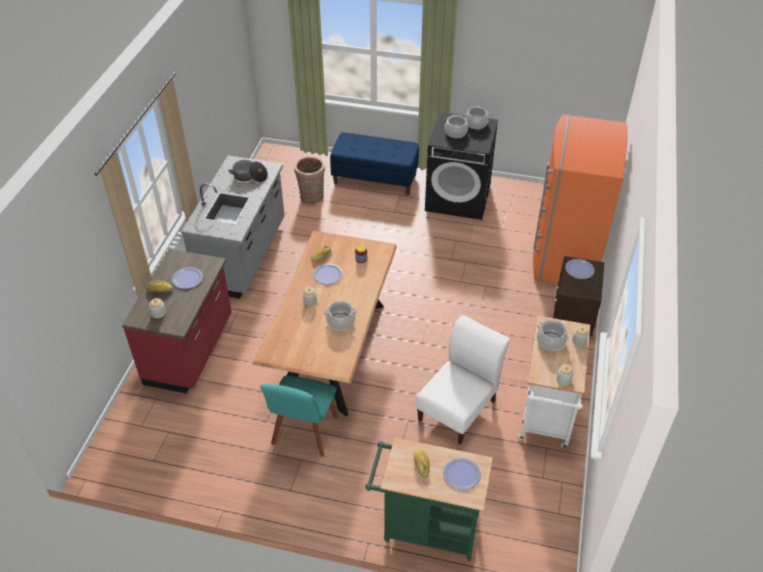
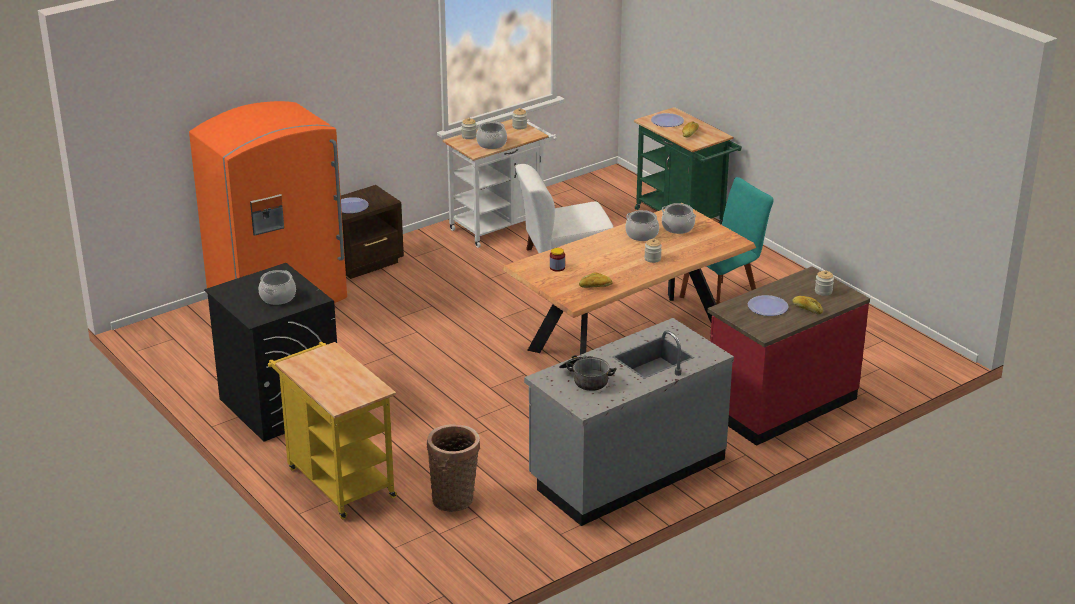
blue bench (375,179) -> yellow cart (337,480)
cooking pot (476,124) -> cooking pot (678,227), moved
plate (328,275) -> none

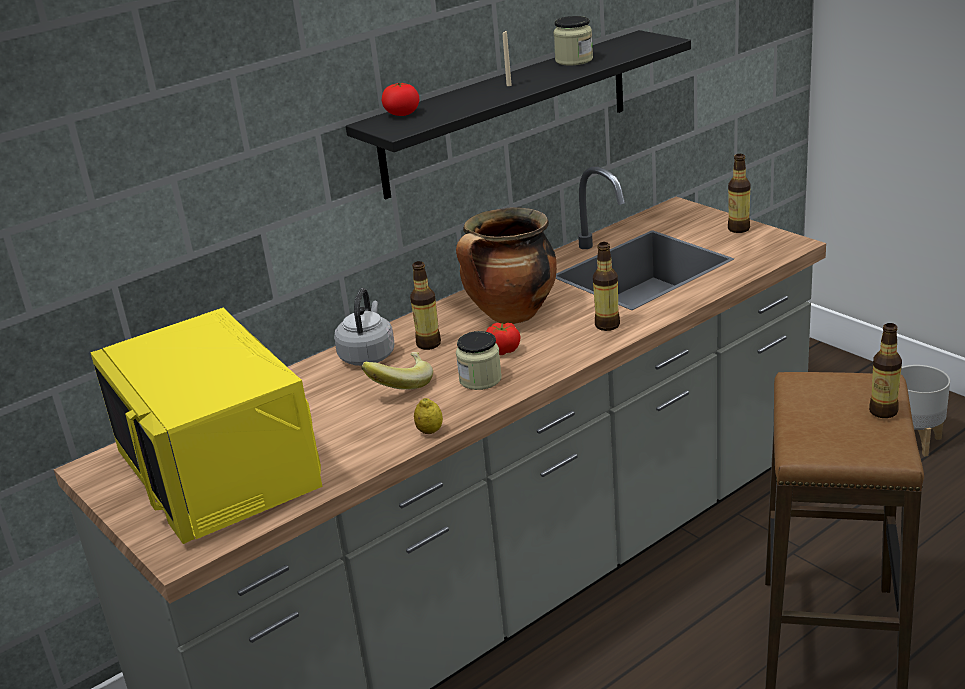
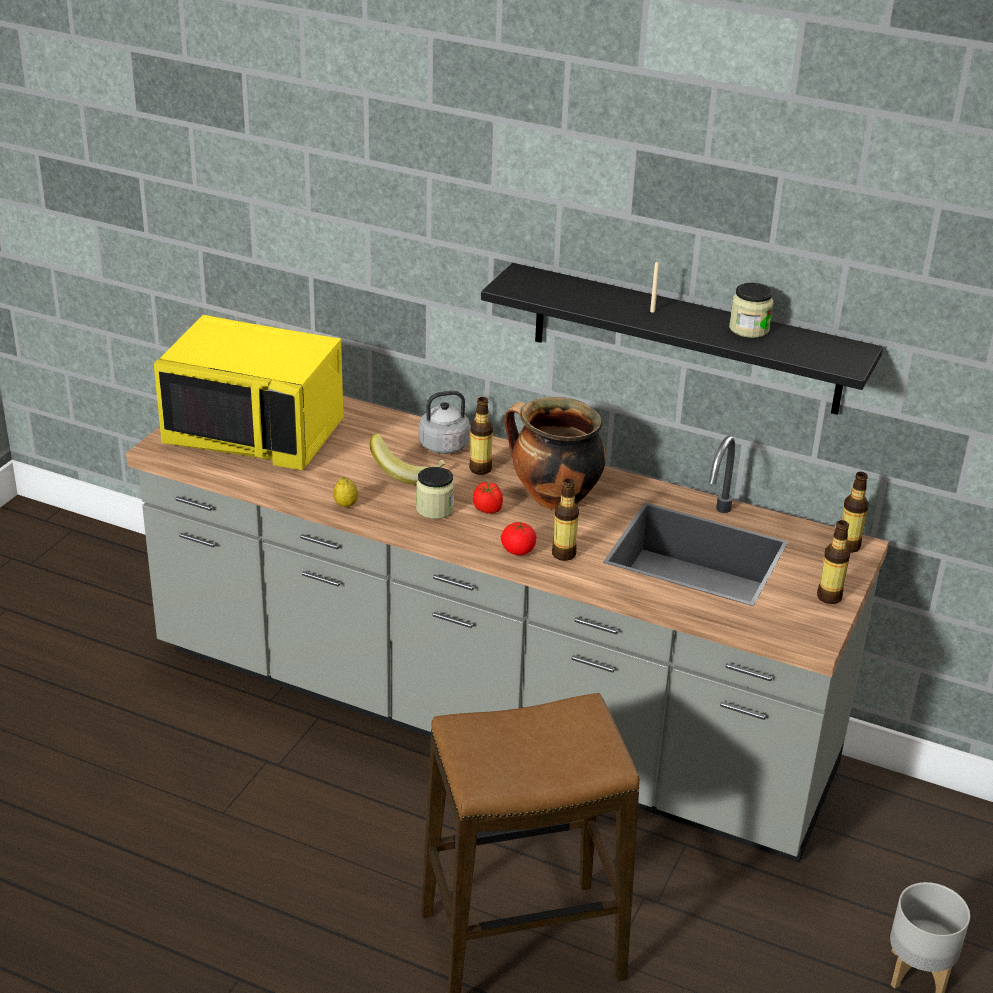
yellow microwave (222,472) -> yellow microwave (256,432), 105 degrees counterclockwise
tomato (402,114) -> tomato (518,550), moved
bottle (883,411) -> bottle (848,546), moved

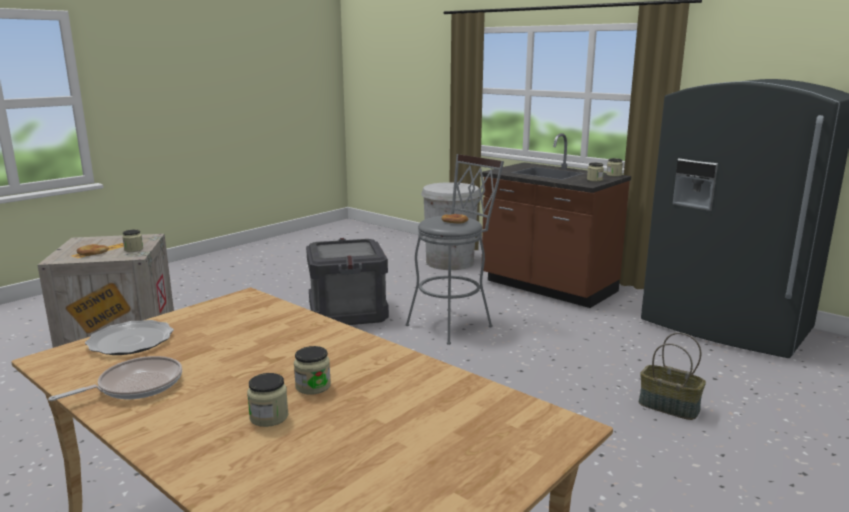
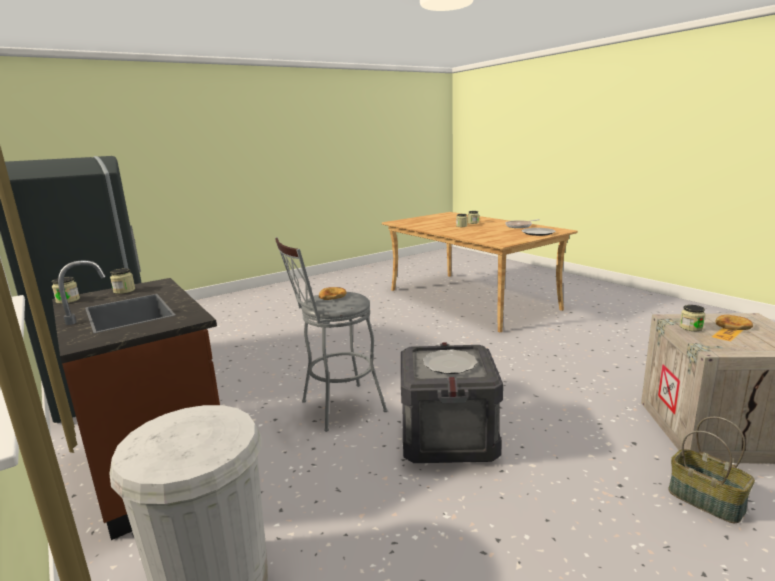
none -> plate (449,364)
basket (668,407) -> basket (706,500), moved

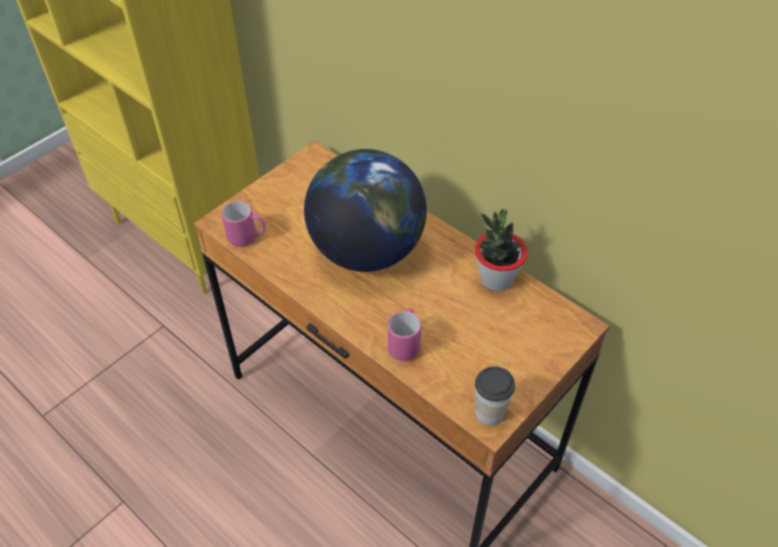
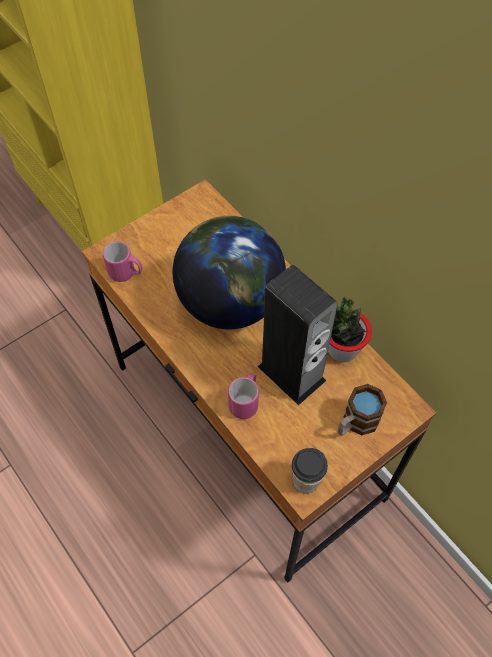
none -> speaker (291,373)
none -> mug (355,423)

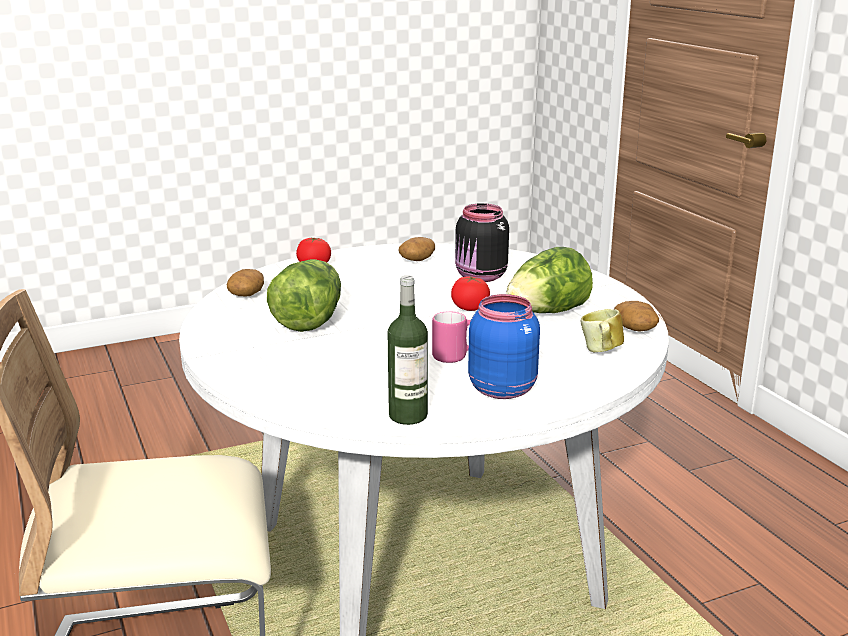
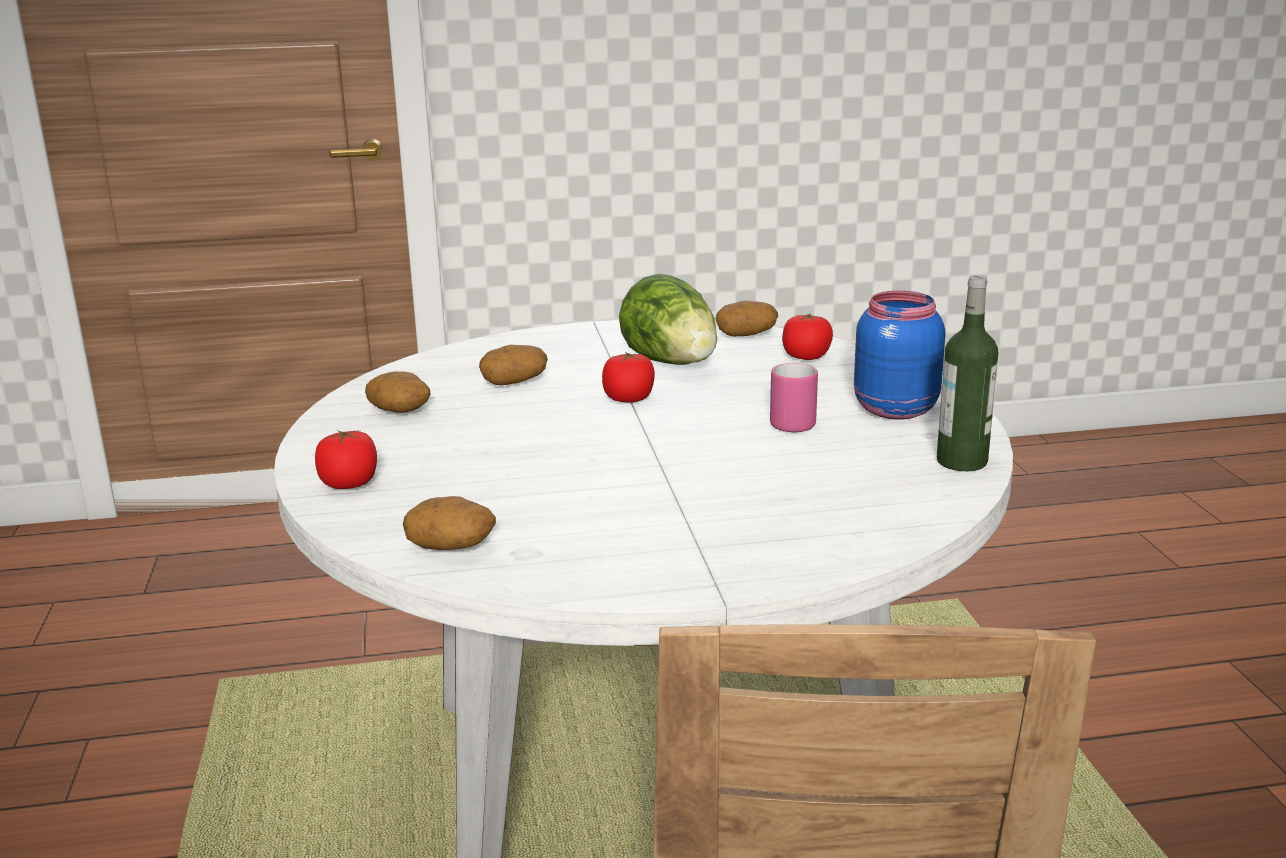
black jar (480,277) -> potato (514,381)
mug (600,352) -> tomato (806,356)
lettuce (310,320) -> none

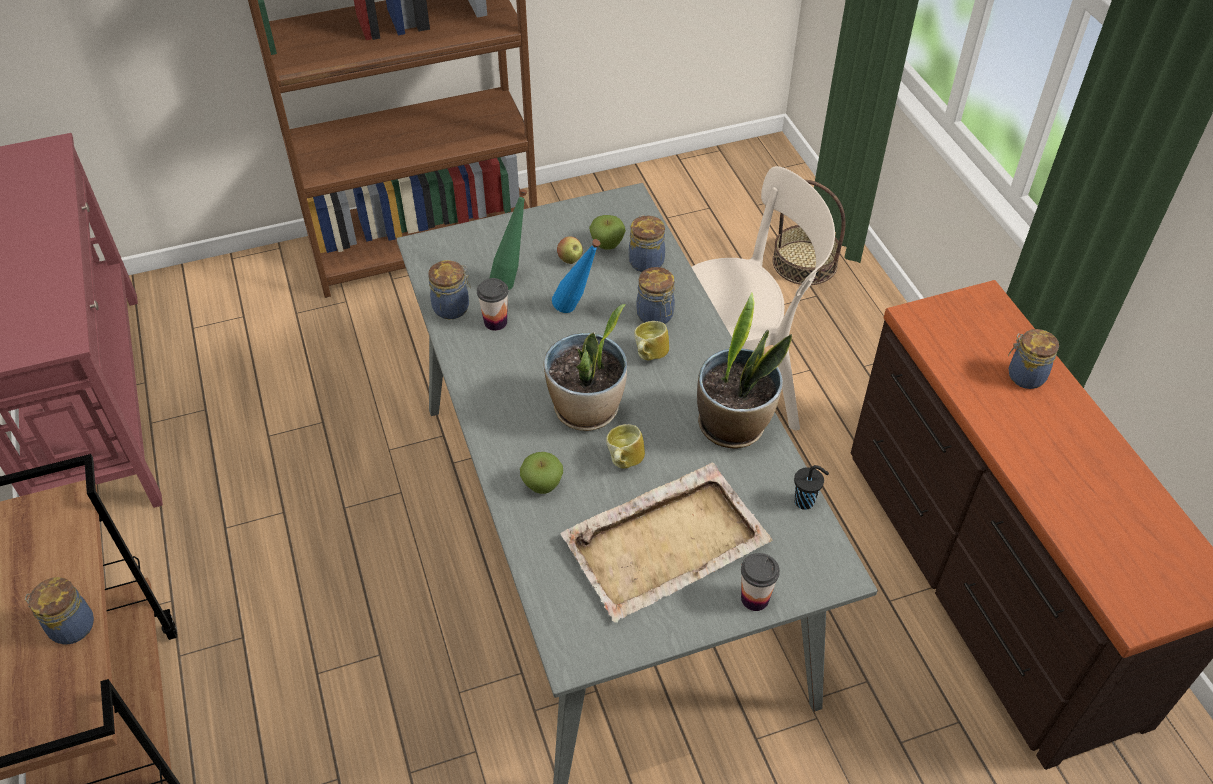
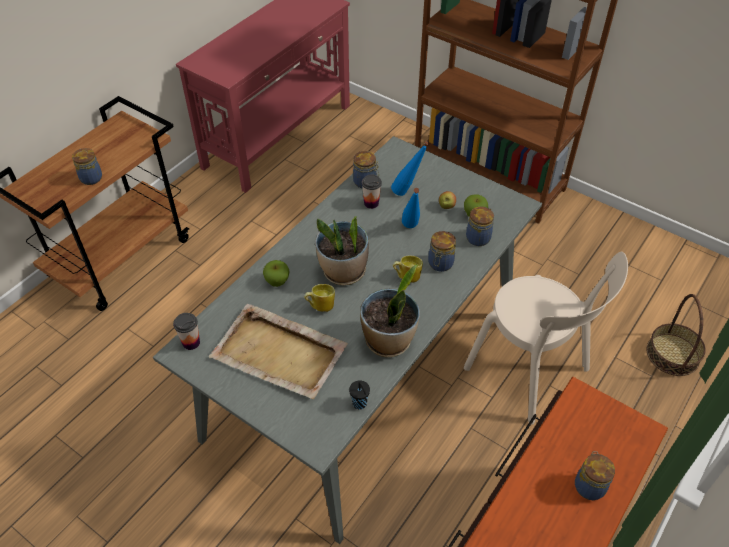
cup (755,598) -> cup (191,342), moved
green bottle (512,279) -> blue bottle (408,192)

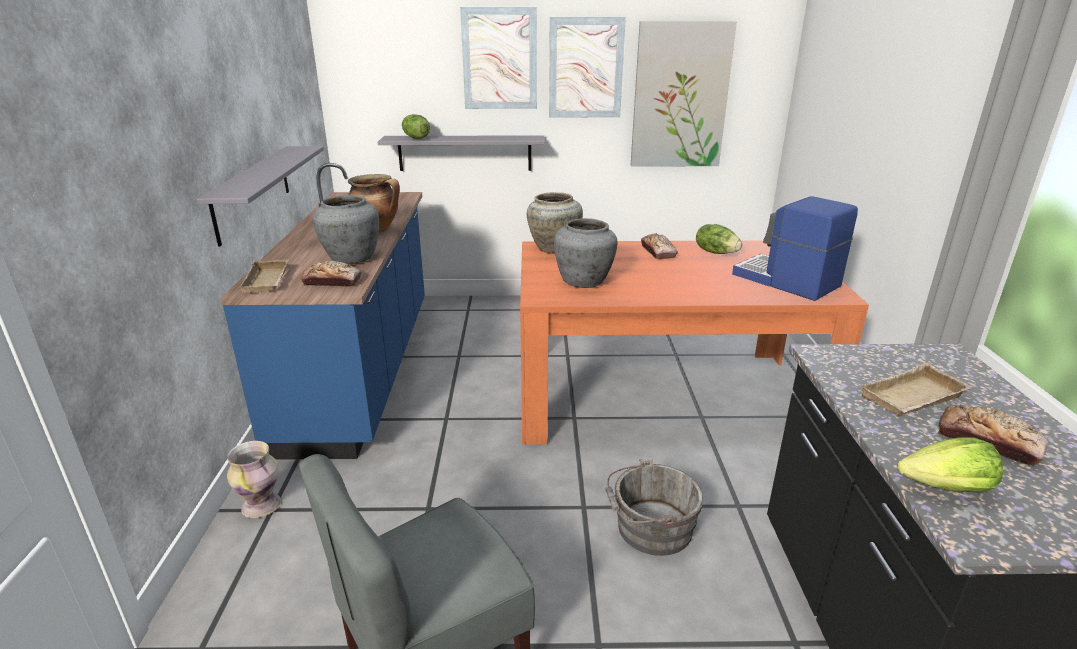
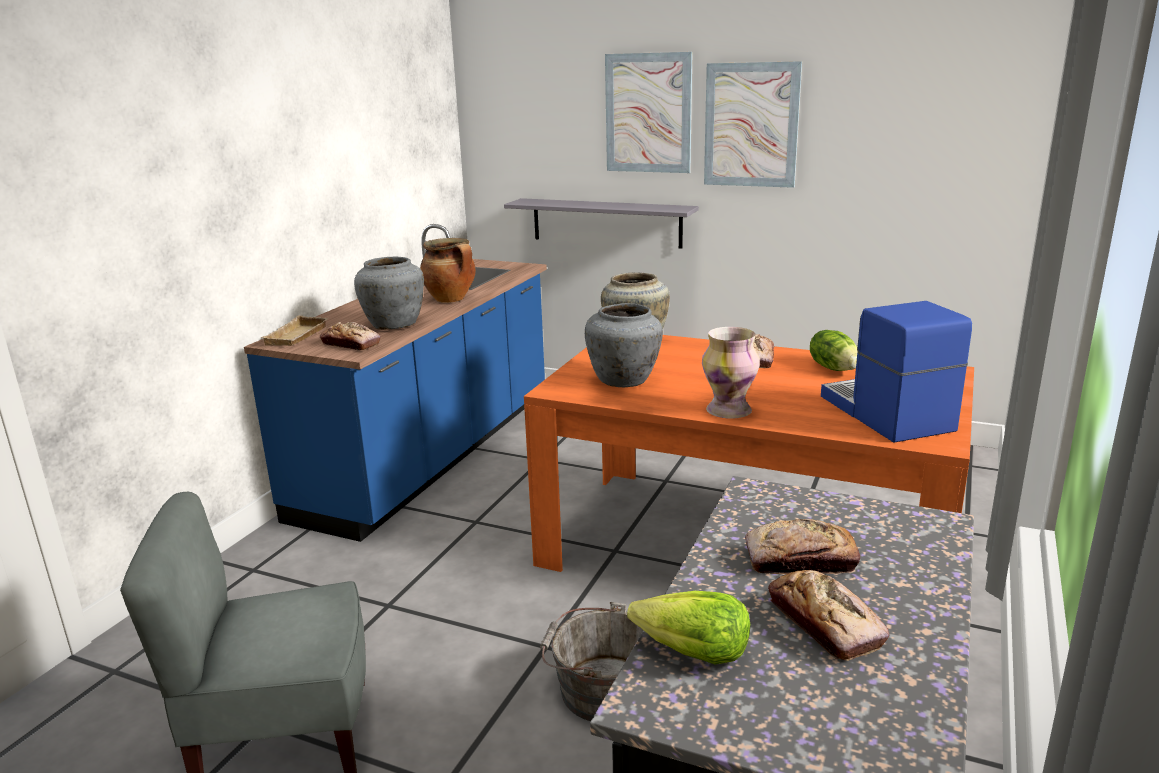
vase (261,505) -> vase (729,411), moved
beige tray (913,399) -> bread (800,560)
grey shelf (252,192) -> none
lettuce (415,138) -> none
picture (680,96) -> none

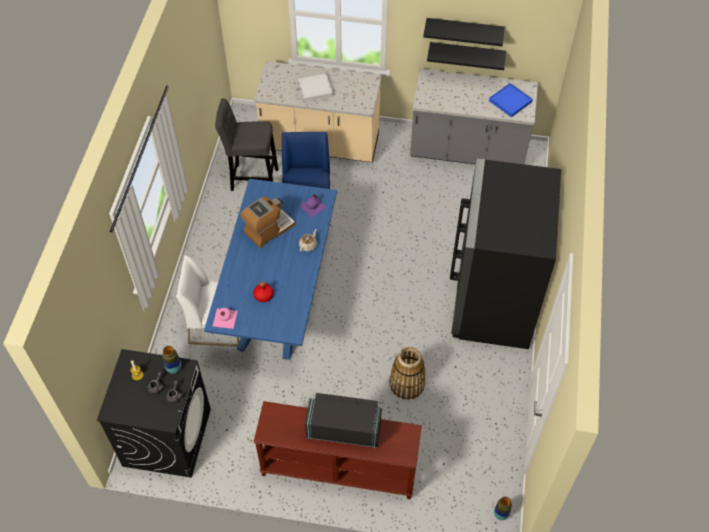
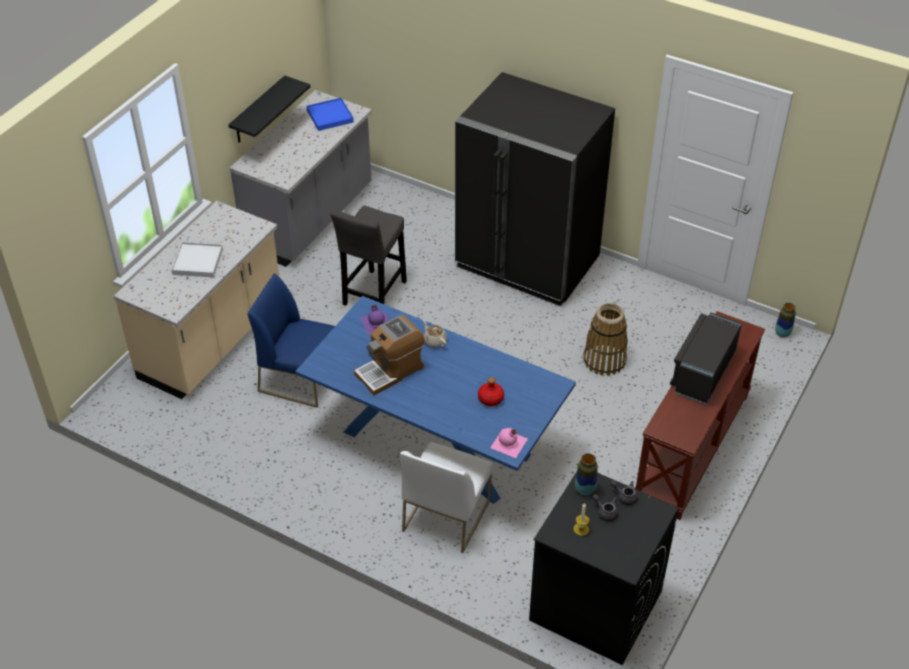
grey stool (251,178) -> grey stool (373,296), moved
coffee machine (268,229) -> coffee machine (390,371), 105 degrees counterclockwise
black shelf (464,31) -> none

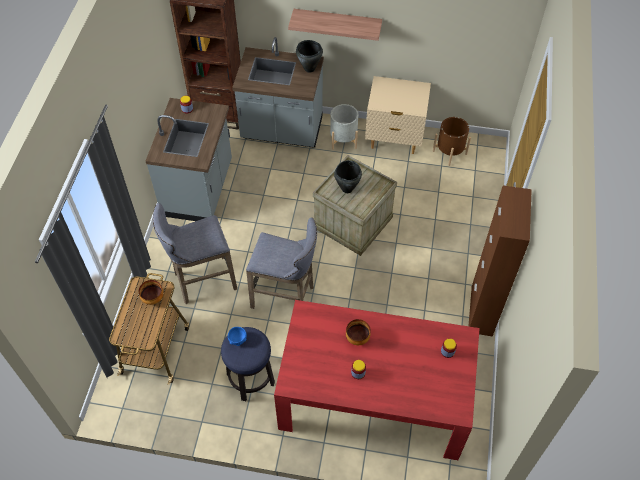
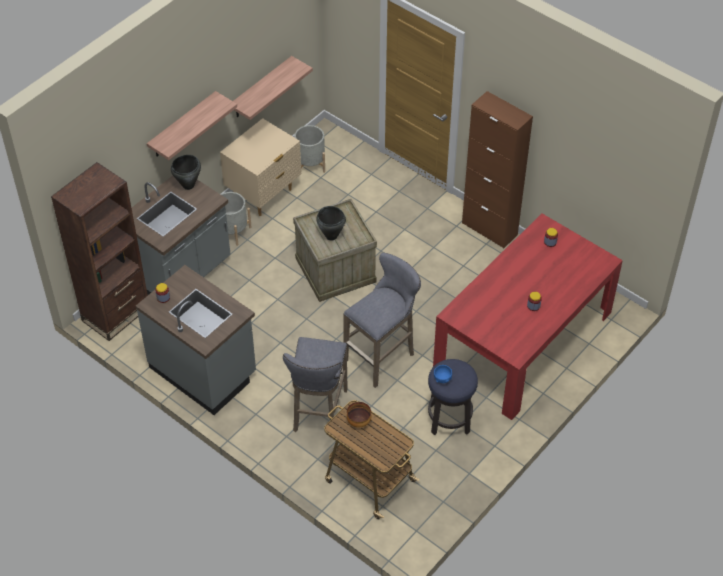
none -> shelf (261,88)
brown planter (449,152) -> grey planter (310,164)
bowl (357,338) -> none

